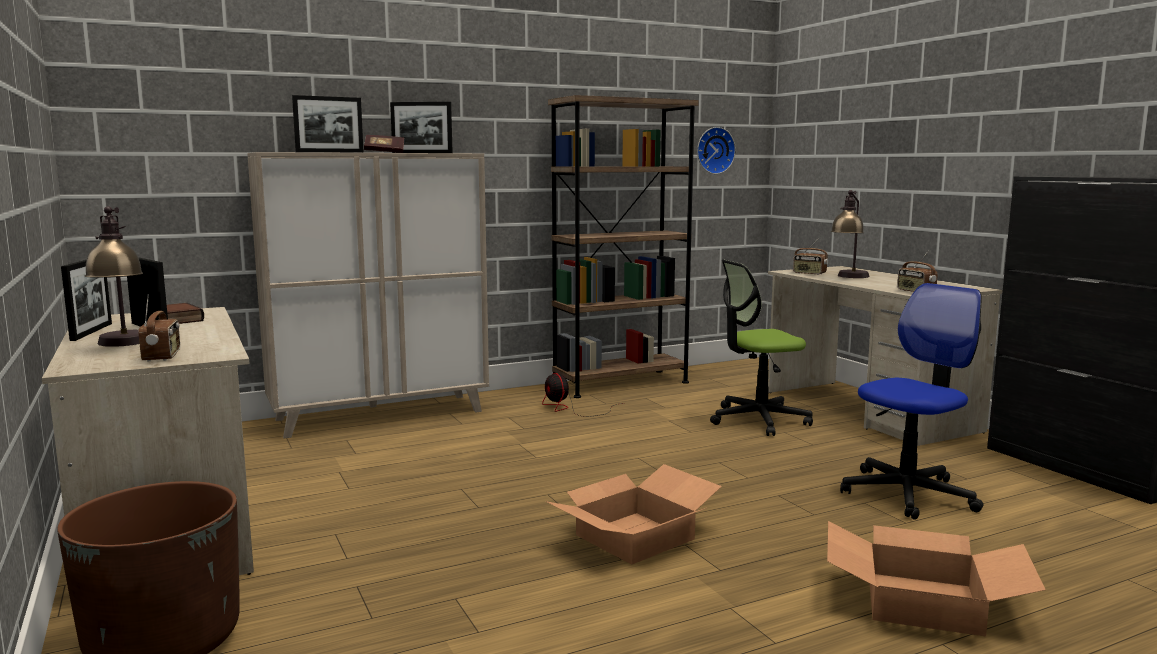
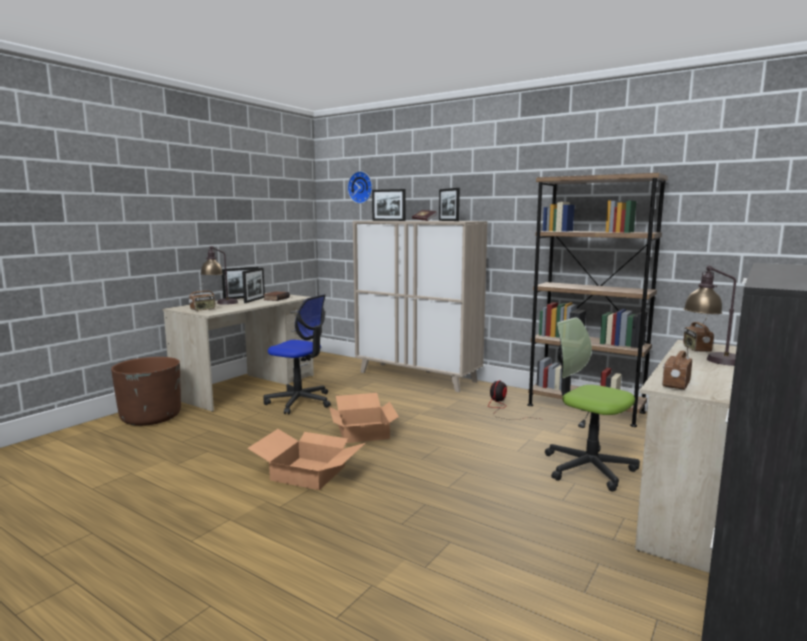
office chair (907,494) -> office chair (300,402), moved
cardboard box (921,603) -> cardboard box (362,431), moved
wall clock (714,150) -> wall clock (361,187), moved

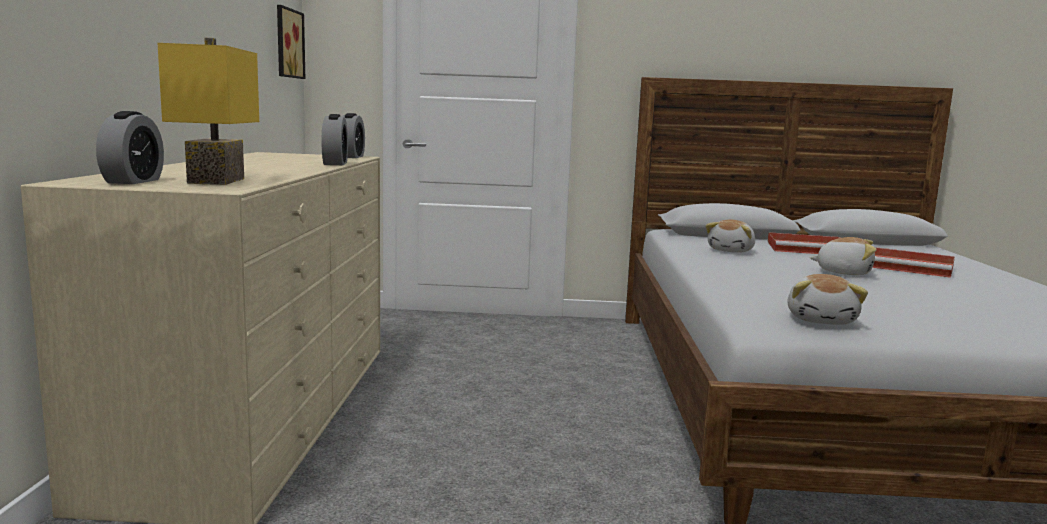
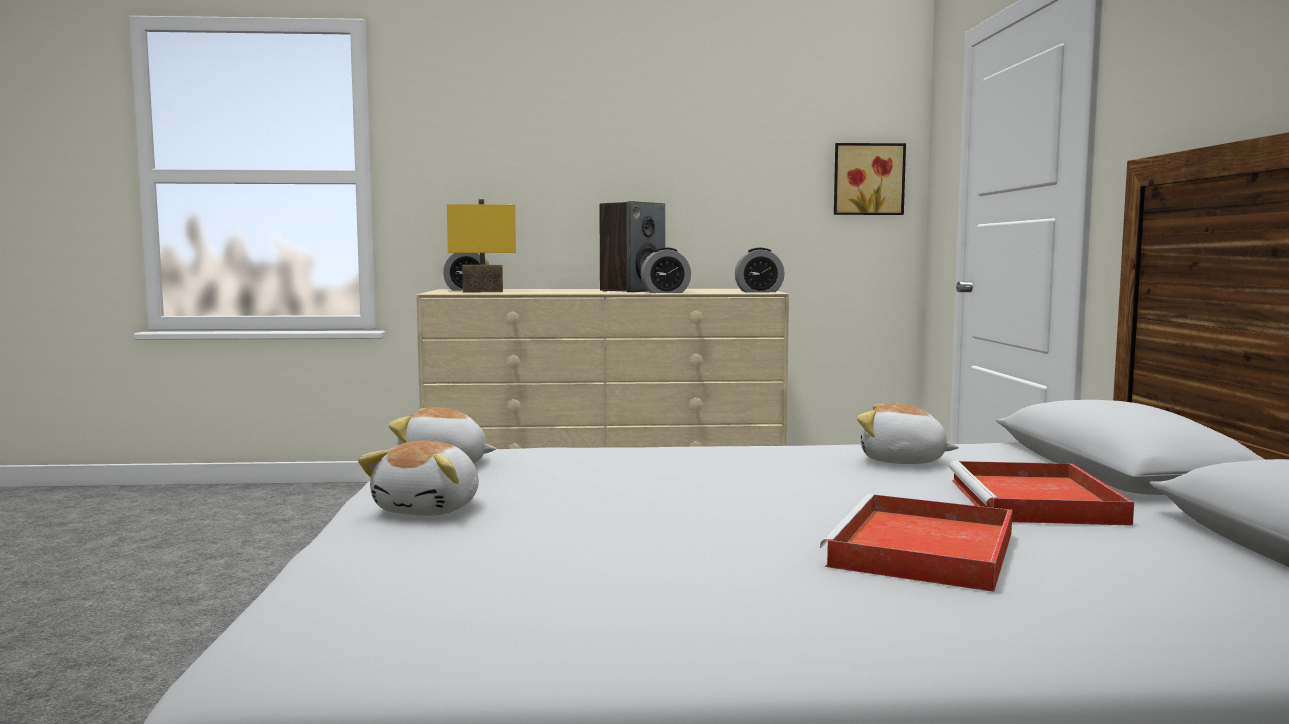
plush toy (843,272) -> plush toy (430,509), moved
none -> speaker (632,291)

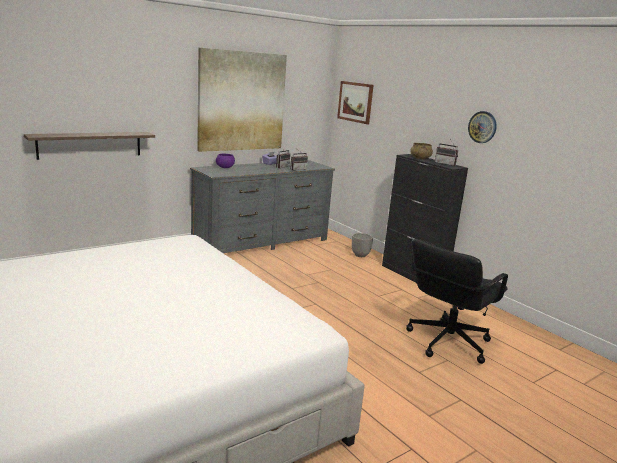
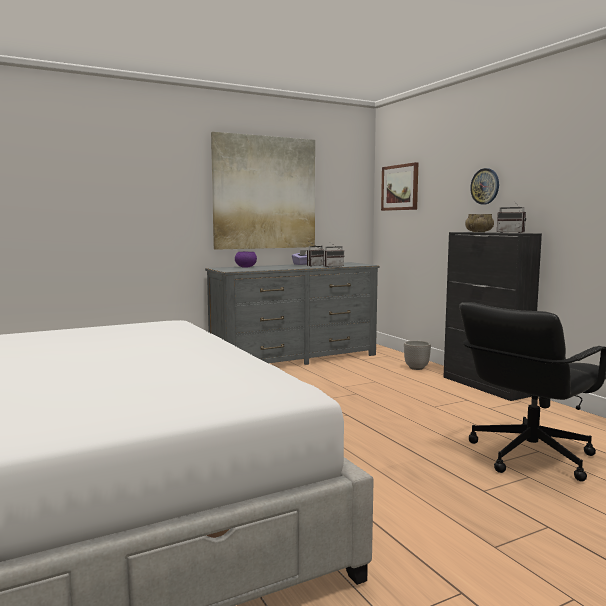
wall clock (482,127) -> wall clock (485,186), moved
shelf (90,145) -> none

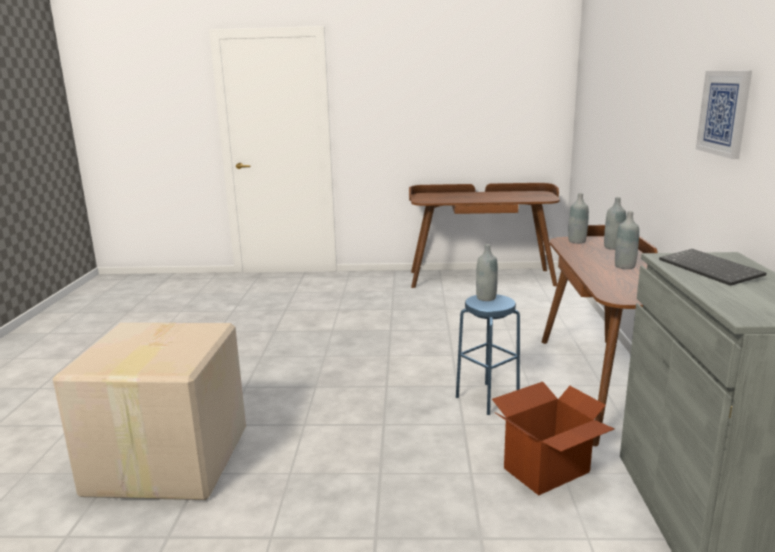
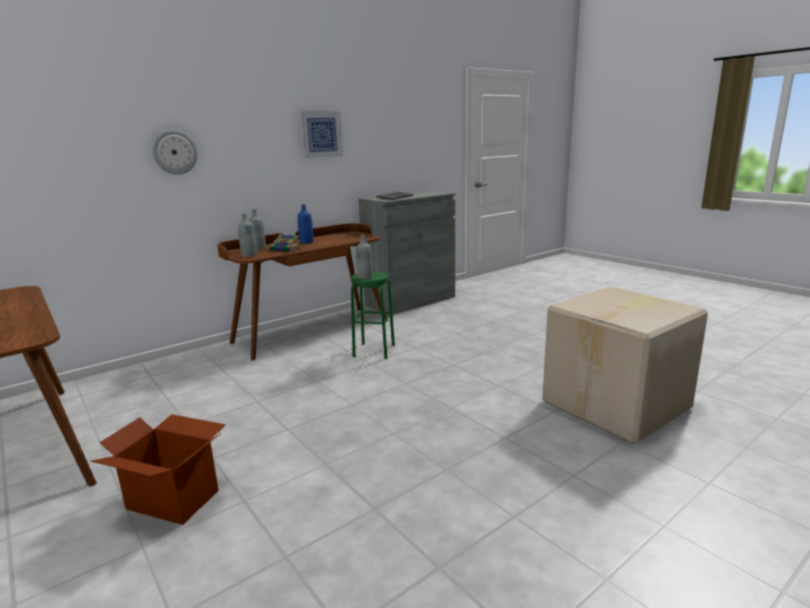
cardboard box (547,471) -> cardboard box (174,499), moved
none -> wall clock (174,152)
none -> book (286,249)
grey bottle (624,266) -> blue bottle (306,242)
blue stool (487,398) -> green stool (374,351)

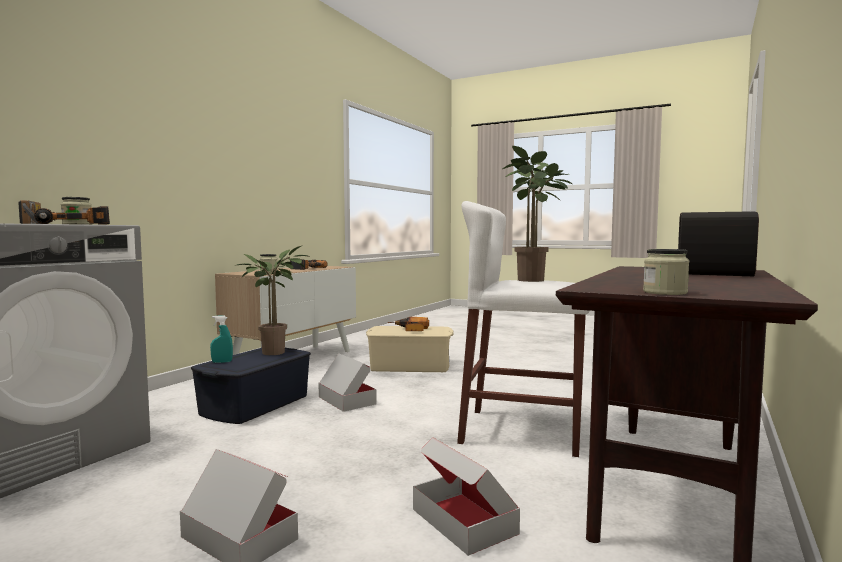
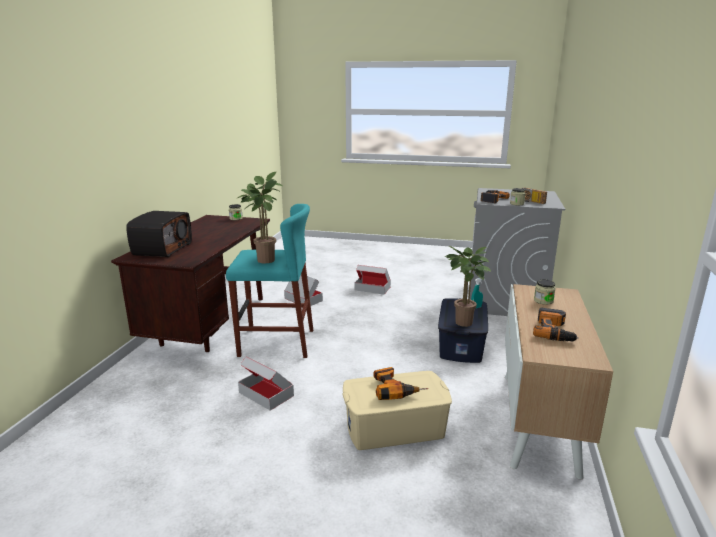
white stool (521,431) -> turquoise stool (276,343)
cardboard box (346,400) -> cardboard box (266,394), moved

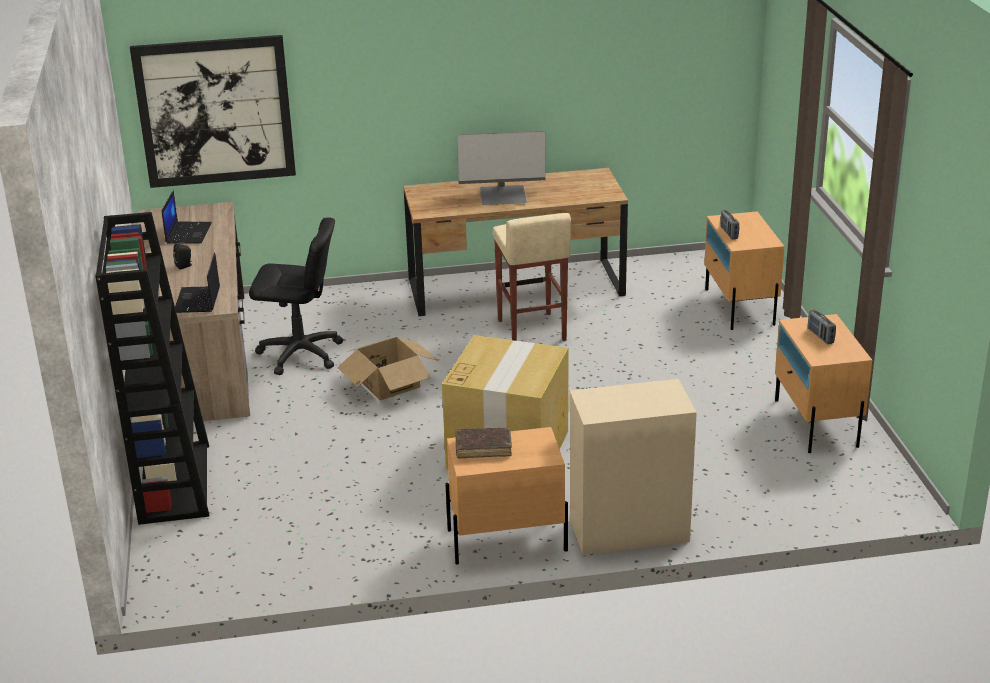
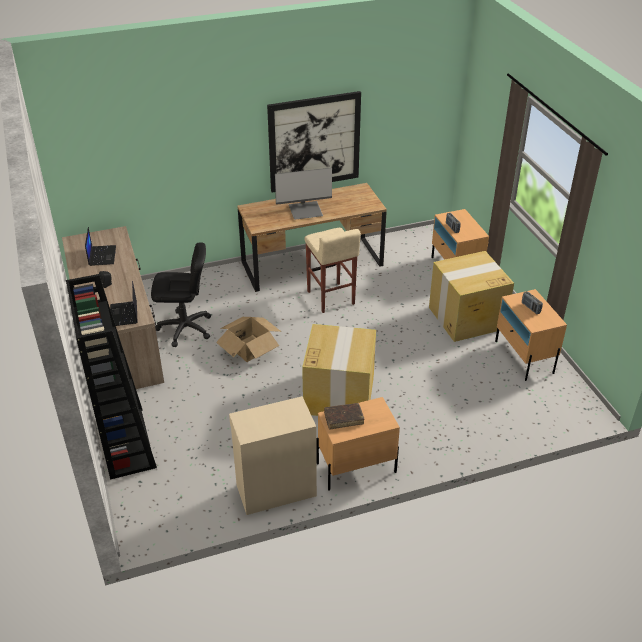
beige cabinet (627,529) -> beige cabinet (275,490), moved
picture (215,111) -> picture (314,142), moved
none -> cardboard box (465,318)

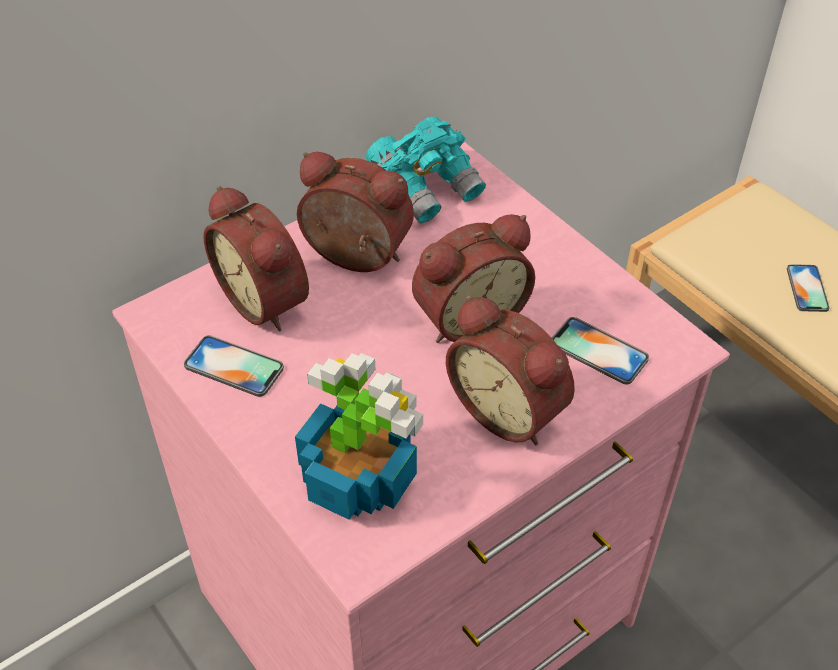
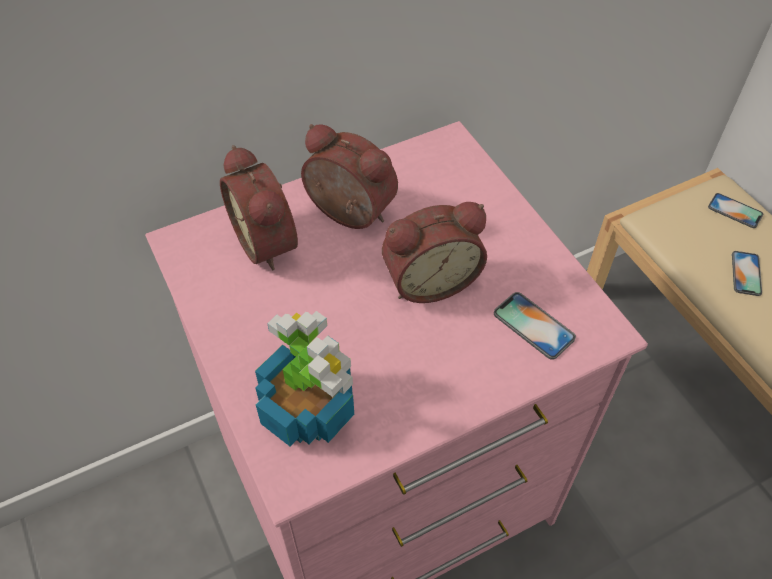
phone (234,366) -> phone (735,211), moved
turquoise binoculars (426,188) -> none
alarm clock (510,409) -> none

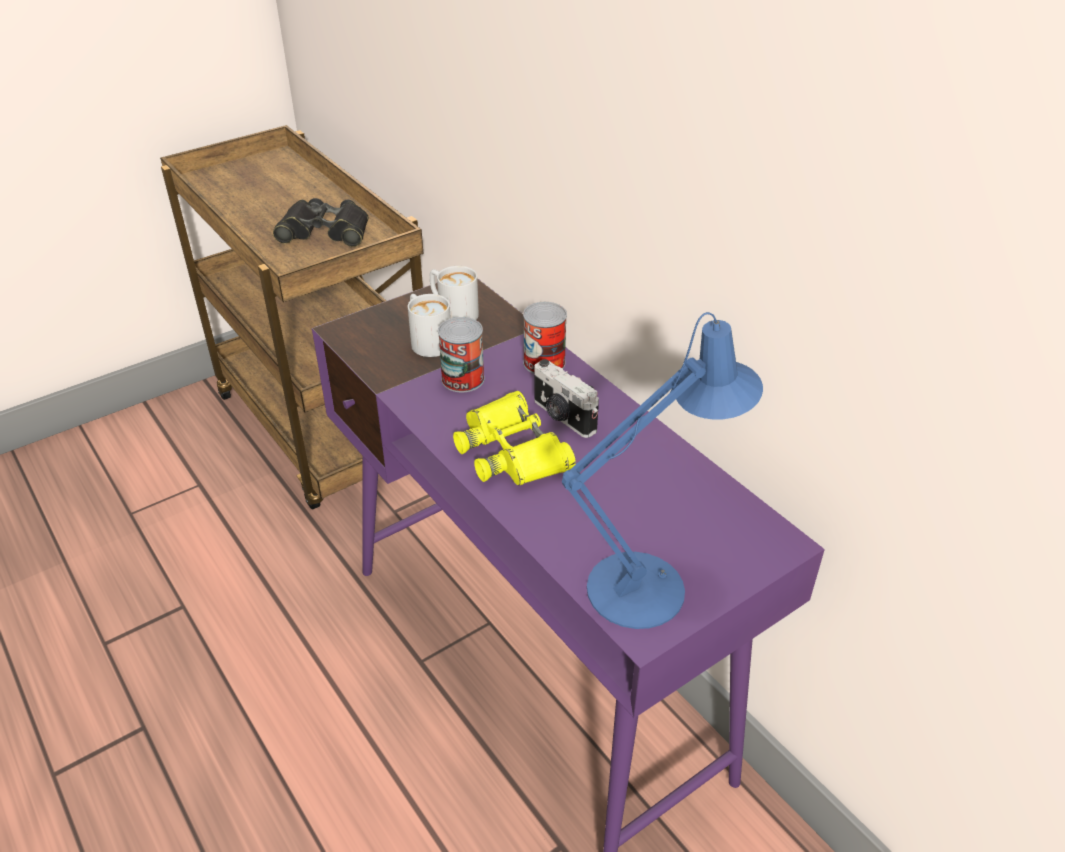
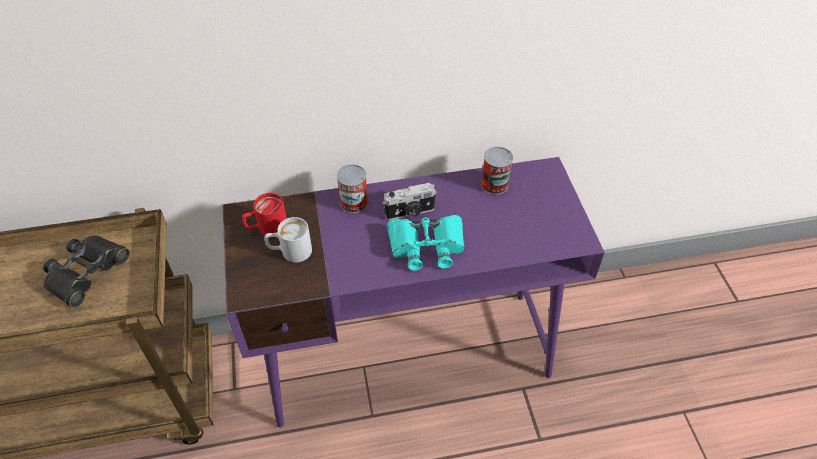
white mug (452,312) -> red mug (266,228)
yellow binoculars (512,450) -> turquoise binoculars (426,246)
can (463,379) -> can (494,184), moved
blue table lamp (649,584) -> none

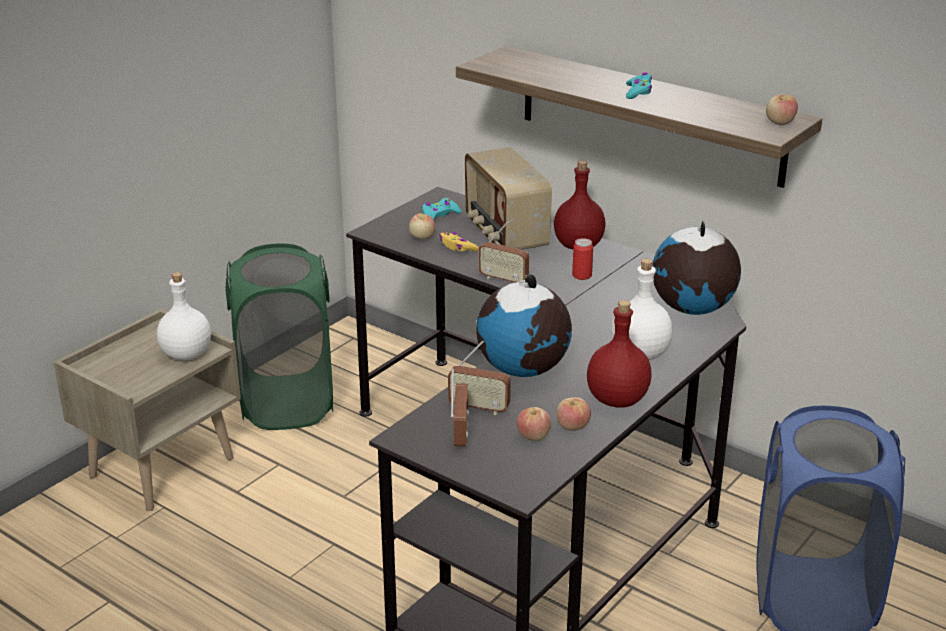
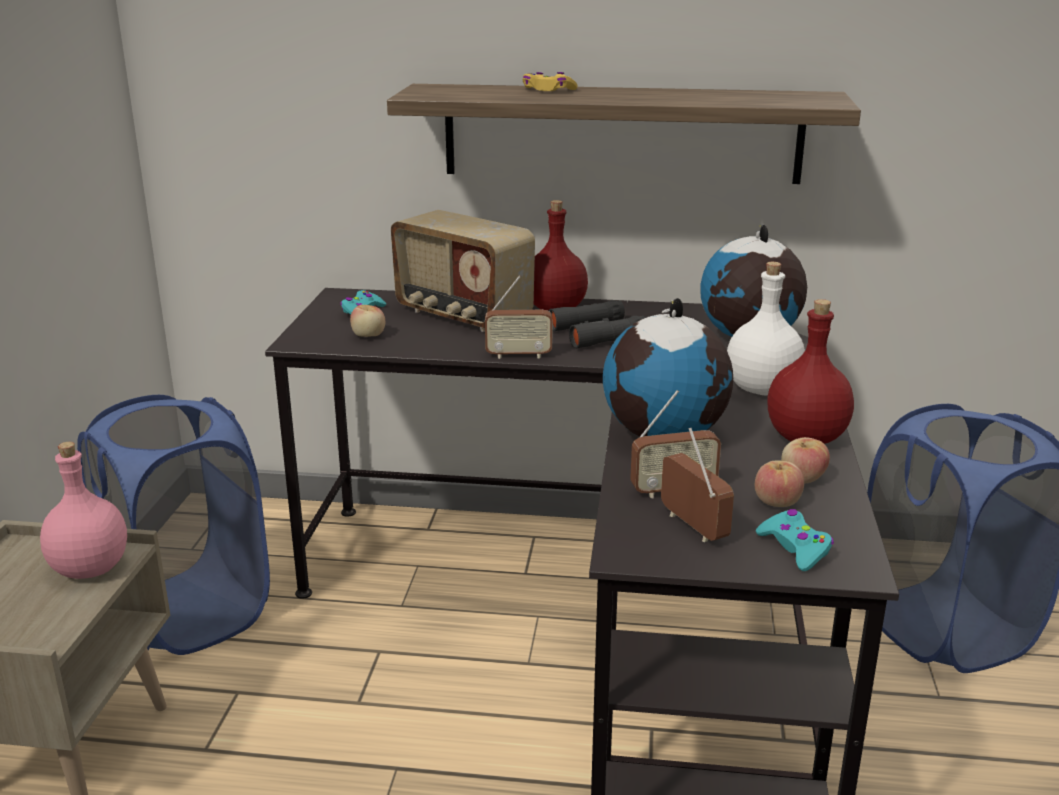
white bottle (187,354) -> pink bottle (91,568)
green laundry basket (286,402) -> blue laundry basket (188,612)
yellow game controller (457,247) -> yellow game controller (548,90), moved
can (582,275) -> black binoculars (597,333)
turquoise game controller (638,92) -> turquoise game controller (795,548), moved
apple (780,123) -> none

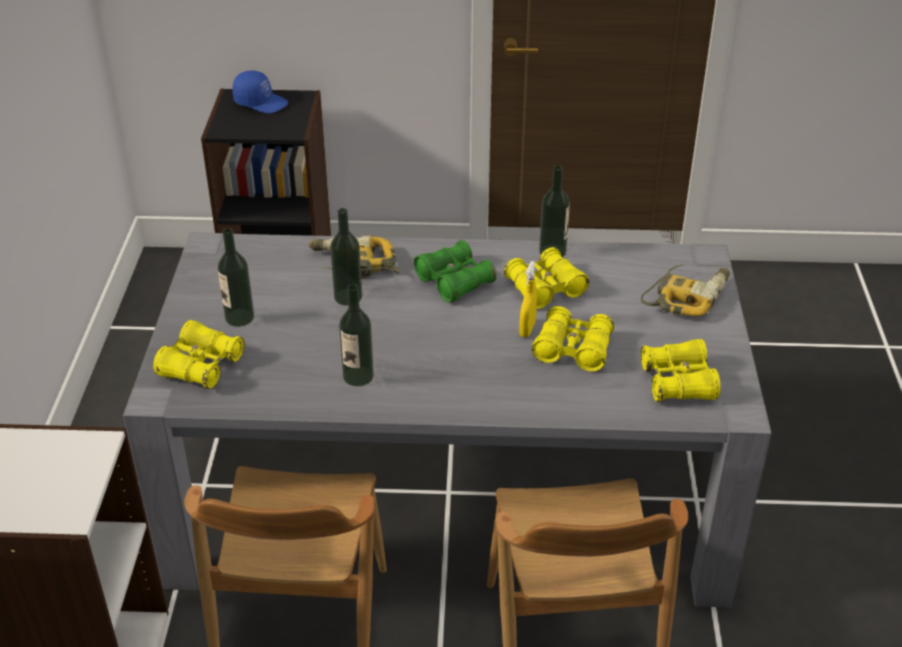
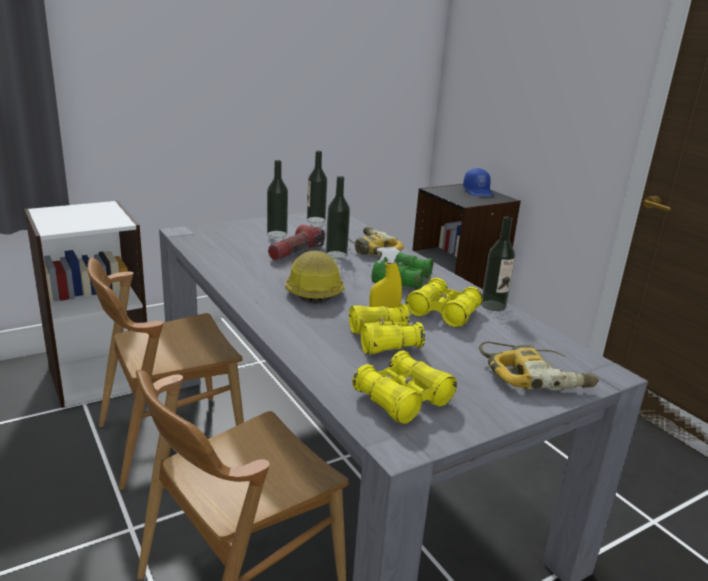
none -> flashlight (296,252)
none -> hard hat (313,290)
bottle (358,376) -> bottle (316,220), moved
yellow binoculars (201,366) -> none

